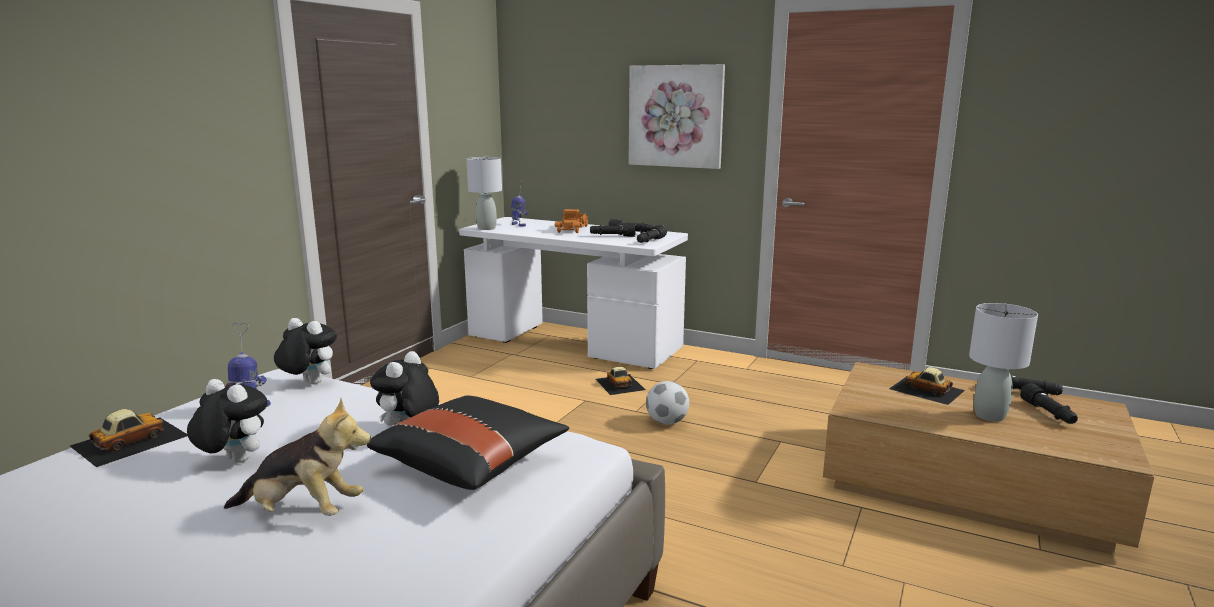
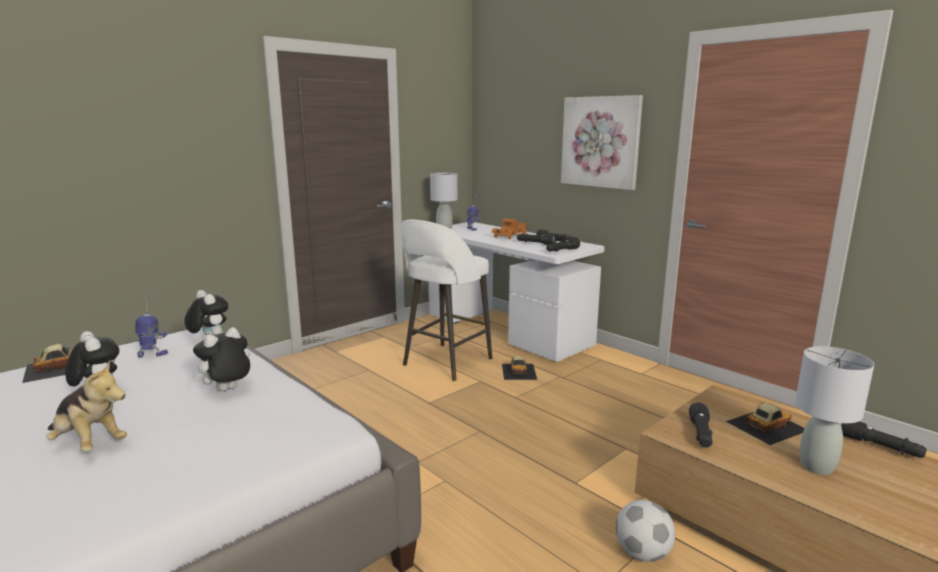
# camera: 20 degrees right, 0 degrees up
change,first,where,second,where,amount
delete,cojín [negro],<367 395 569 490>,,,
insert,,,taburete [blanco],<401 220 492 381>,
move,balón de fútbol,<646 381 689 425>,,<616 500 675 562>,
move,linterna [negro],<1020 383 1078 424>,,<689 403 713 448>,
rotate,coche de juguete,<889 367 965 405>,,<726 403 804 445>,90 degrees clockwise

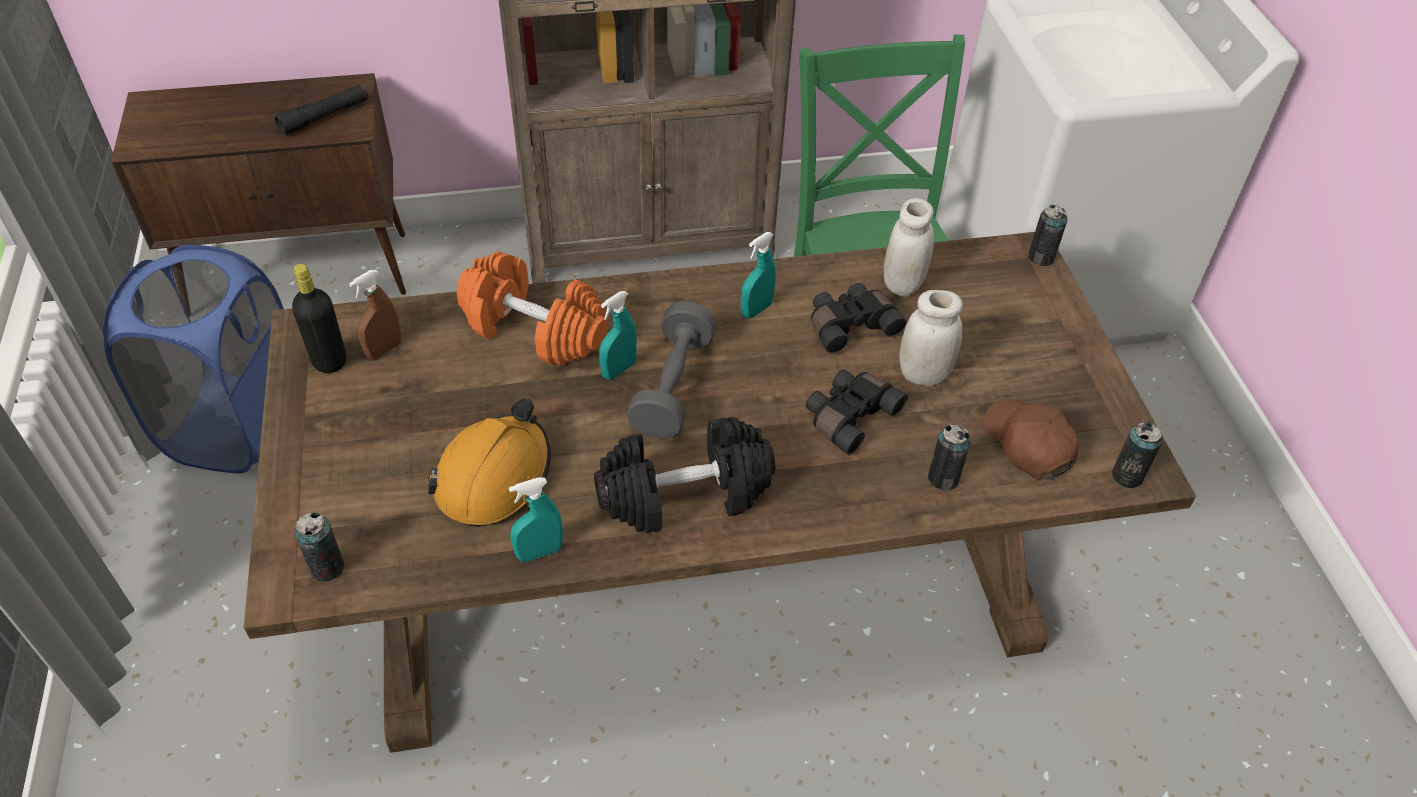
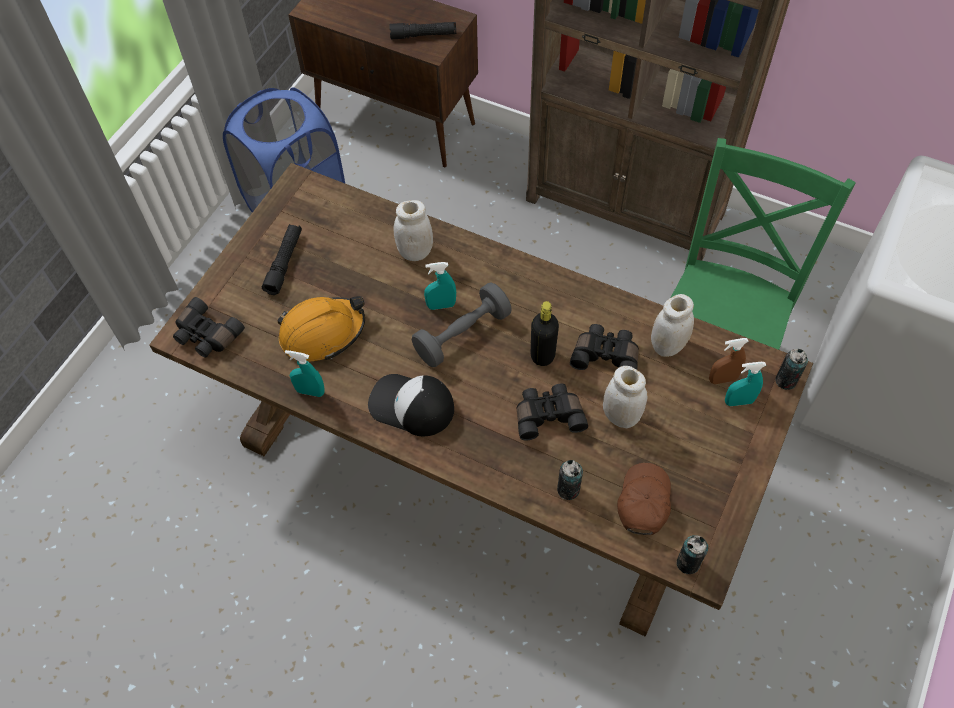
# camera: 40 degrees right, 10 degrees up
change,first,where,second,where,amount
insert,,,linterna [negro],<262 224 302 295>,
move,botella [negro],<292 264 347 373>,,<531 301 559 366>,
move,pulverizador [marrón],<349 270 401 359>,,<709 338 749 384>,
move,pulverizador [turquesa],<741 232 776 319>,,<725 362 766 406>,
replace,lata,<295 512 344 582>,prismáticos [negro],<173 297 245 358>,
replace,mancuerna [naranja],<457 252 608 366>,tarro [blanco],<393 200 433 261>,
replace,mancuerna [negro],<594 417 775 533>,gorra,<368 374 454 436>,

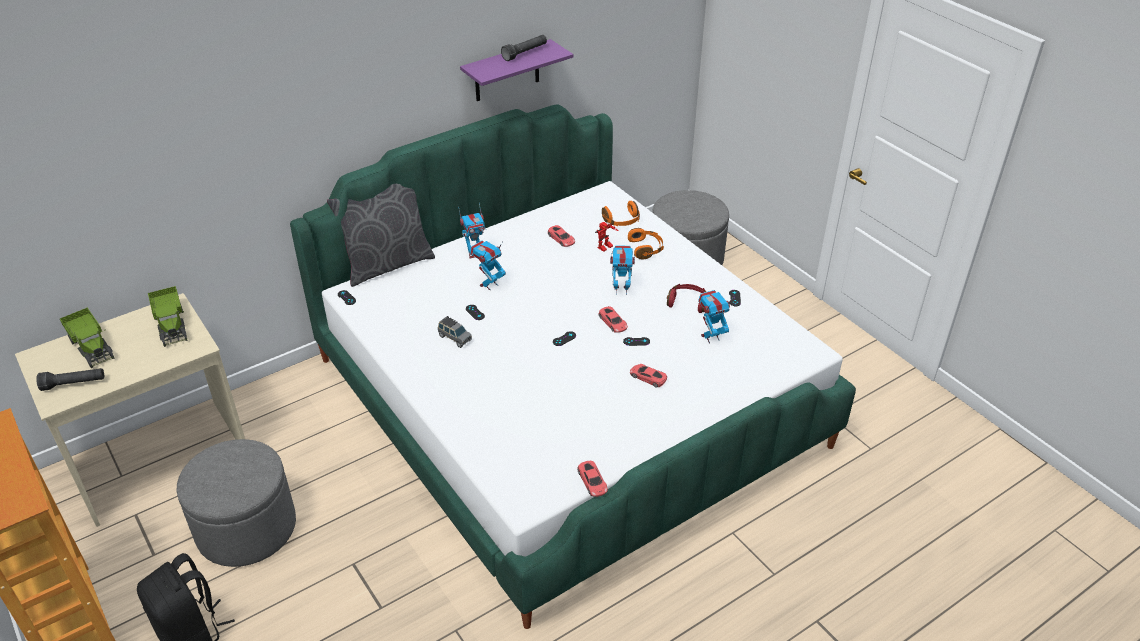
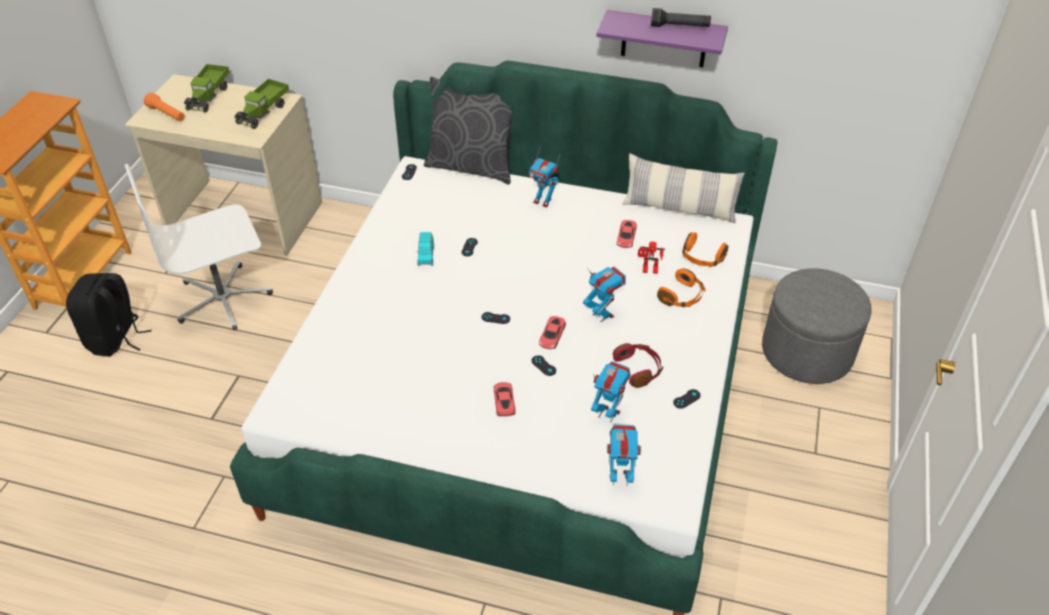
# camera: 50 degrees right, 5 degrees up
change,first,where,second,where,amount
delete,coche de juguete [rojo],<577 461 608 497>,,,
insert,,,cojín,<622 153 745 223>,
move,robot de juguete,<470 240 506 290>,,<607 424 641 486>,
replace,puf [gris],<177 439 296 567>,silla de oficina [blanco],<124 164 273 330>,
recolor,linterna [negro],<36 368 104 391>,linterna [naranja],<144 92 185 121>,
recolor,coche de juguete [gris],<438 316 472 348>,coche de juguete [turquesa],<417 232 434 266>,

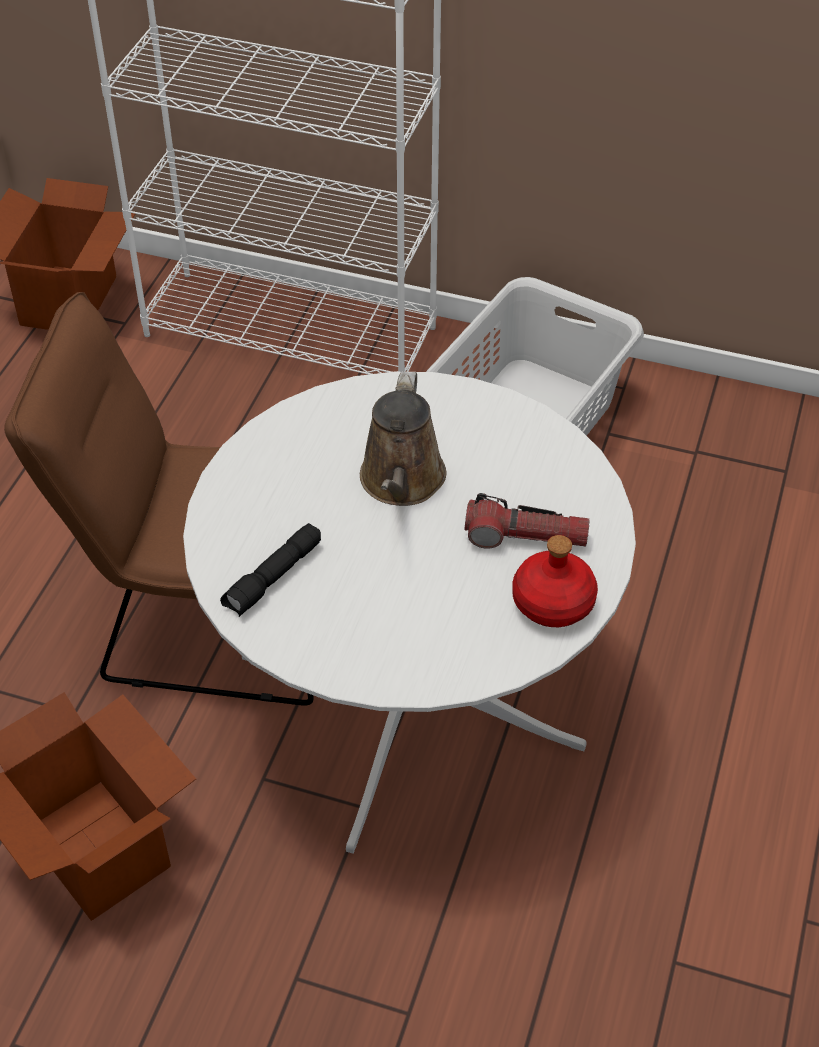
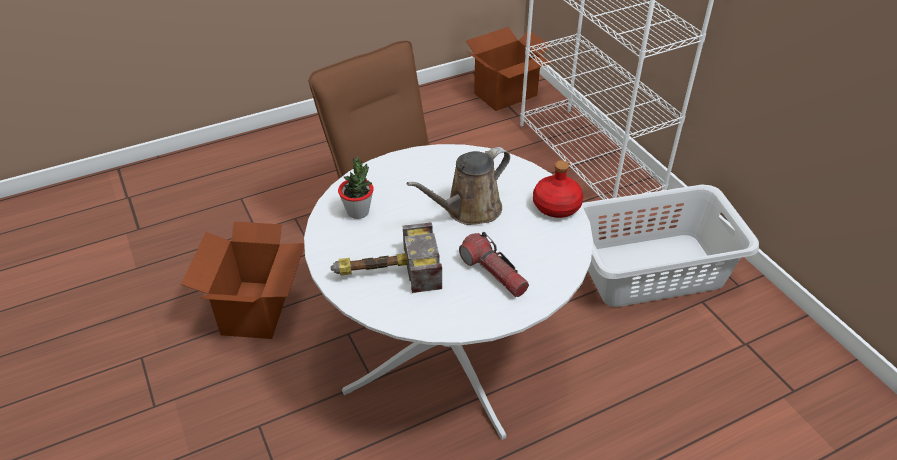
# camera: 45 degrees right, 5 degrees down
change,first,where,second,where,amount
insert,,,martillo,<331 222 442 293>,
move,botella [rojo],<513 535 598 627>,,<533 160 583 218>,
replace,linterna [negro],<220 523 321 617>,planta en maceta,<338 156 374 219>,

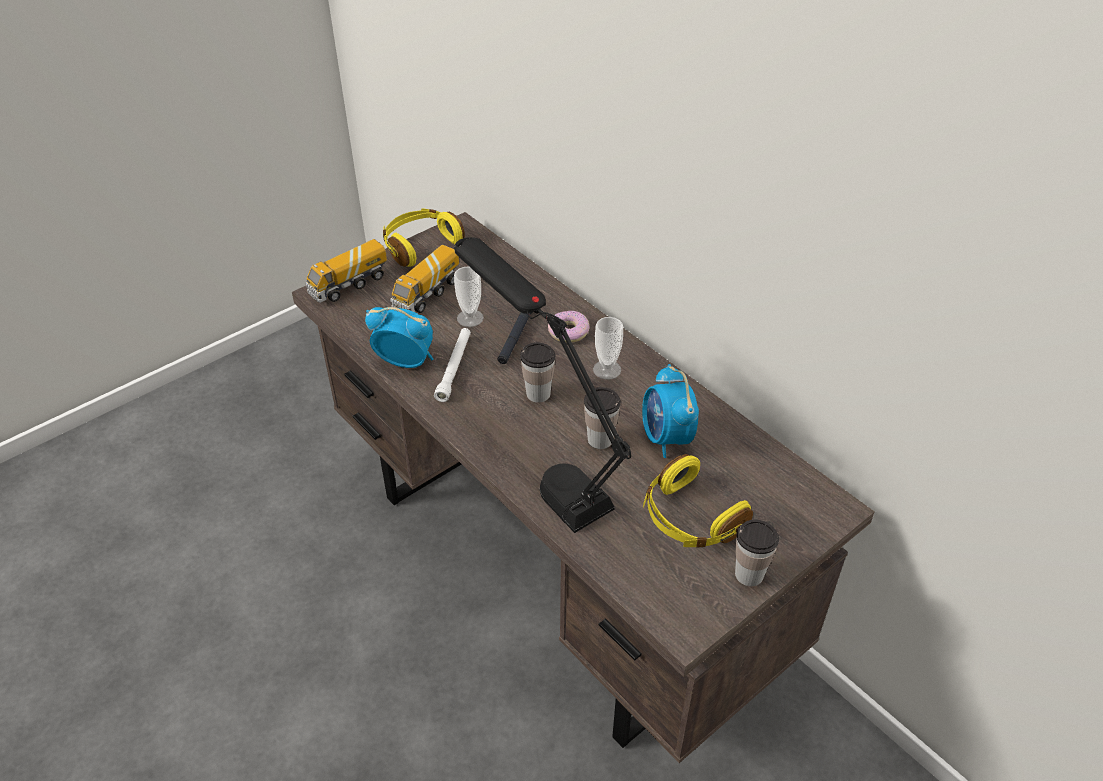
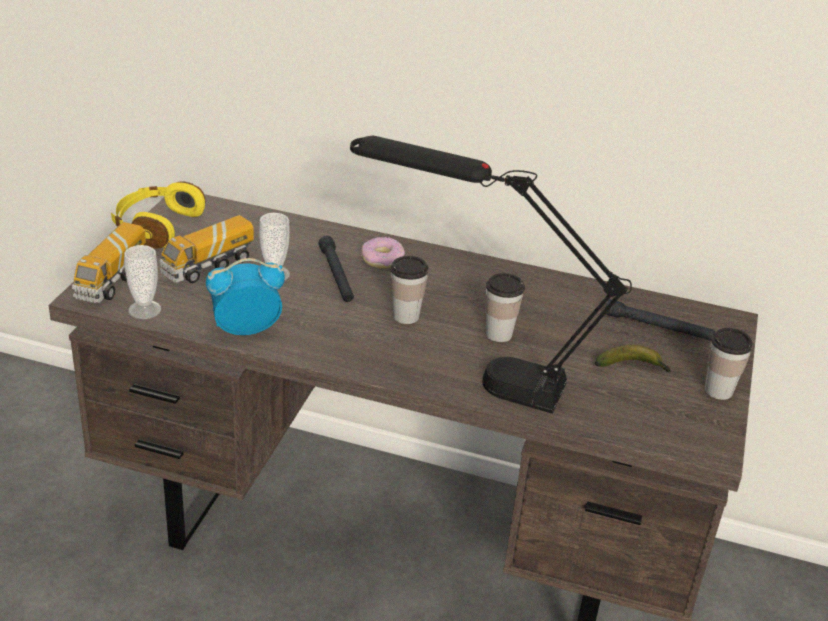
# camera: 35 degrees left, 10 degrees down
change,first,where,second,where,amount
delete,linterna [blanco],<434 328 471 402>,,,
delete,despertador,<642 364 699 458>,,,
insert,,,linterna [negro],<605 299 715 341>,
move,taza,<593 317 623 380>,,<124 245 161 319>,
replace,auriculares [amarillo],<643 454 753 548>,plátano,<595 345 671 372>,
rotate,camión de juguete,<390 245 459 313>,,<159 215 254 283>,45 degrees clockwise

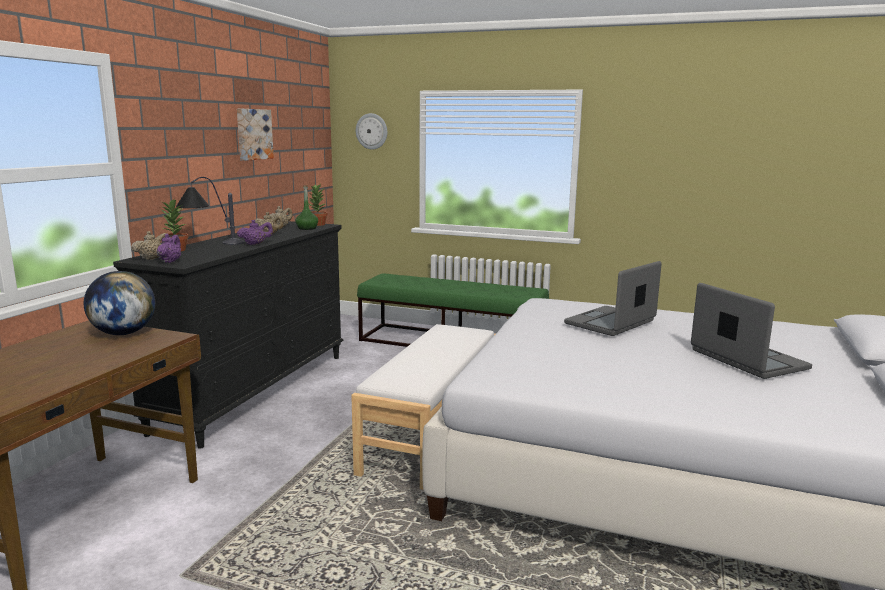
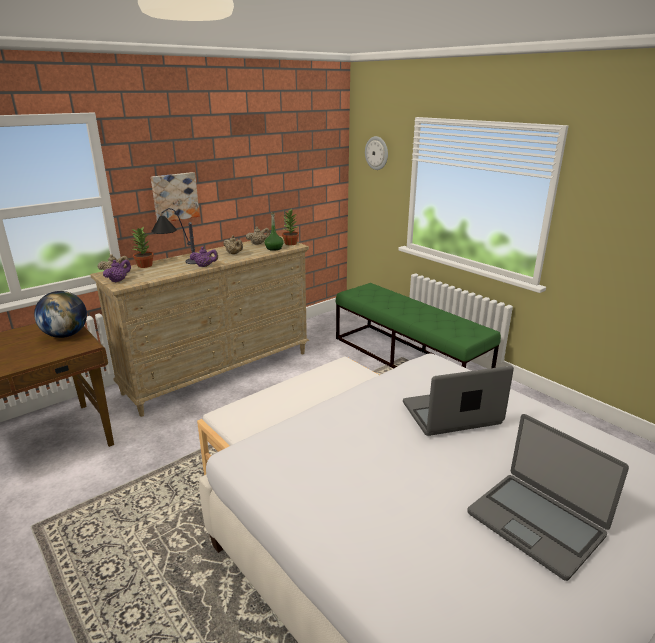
# camera: 30 degrees right, 10 degrees up
change,first,where,second,where,amount
move,cuadro,<237 109 274 161>,,<151 172 200 221>,
recolor,cómoda [negro],<113 221 344 449>,cómoda [beis],<90 236 309 417>,
rotate,portátil,<691 283 812 379>,,<467 414 629 581>,135 degrees clockwise

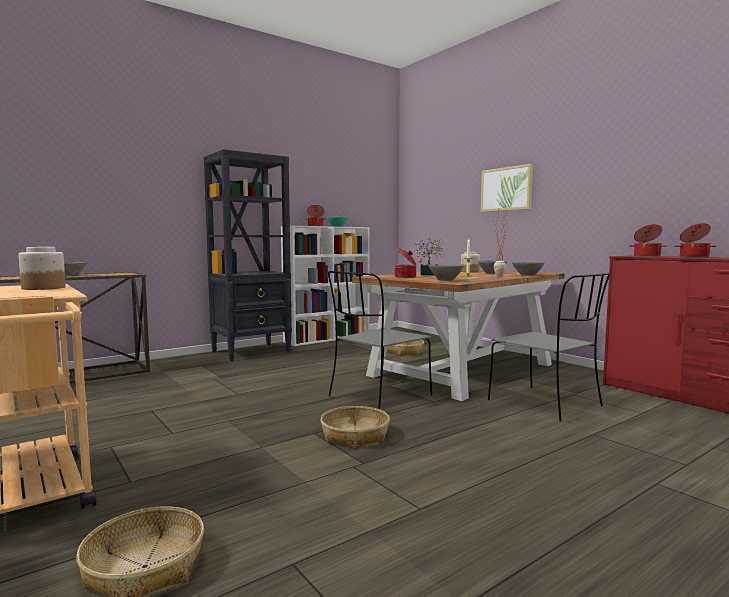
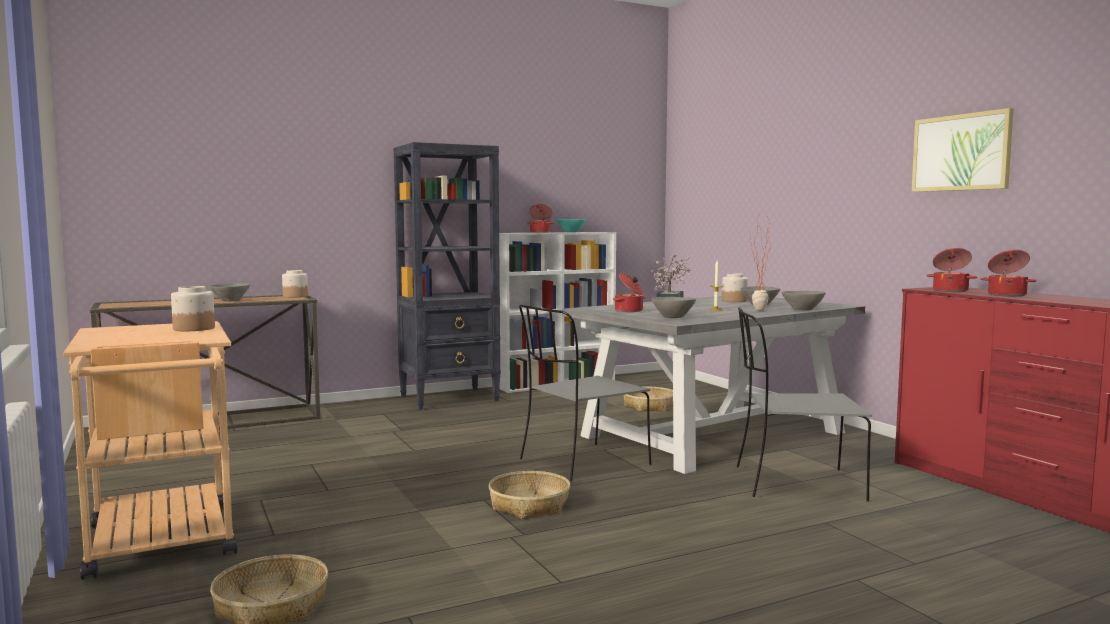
# camera: 10 degrees right, 0 degrees up
change,first,where,second,where,amount
insert,,,tarro,<282 270 308 298>,
move,cuadro,<481 164 533 212>,,<912 108 1014 192>,
recolor,mesa de comedor [marrón],<352 269 565 401>,mesa de comedor [gris],<562 296 865 474>,
rotate,silla [gris],<488 273 610 422>,,<737 307 872 502>,120 degrees clockwise

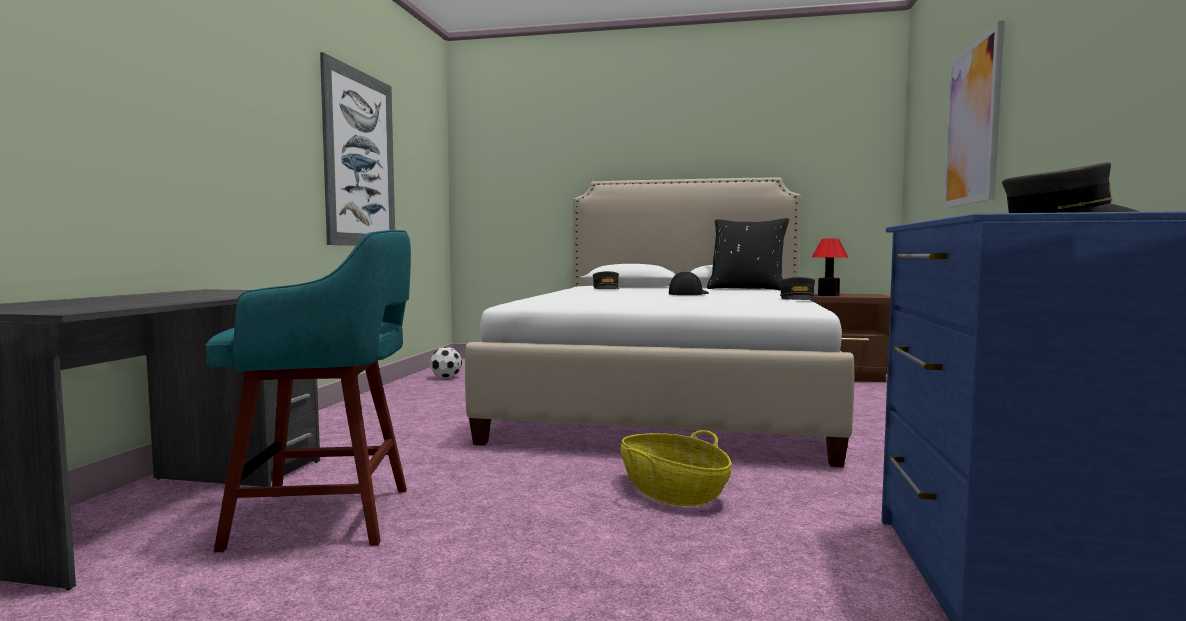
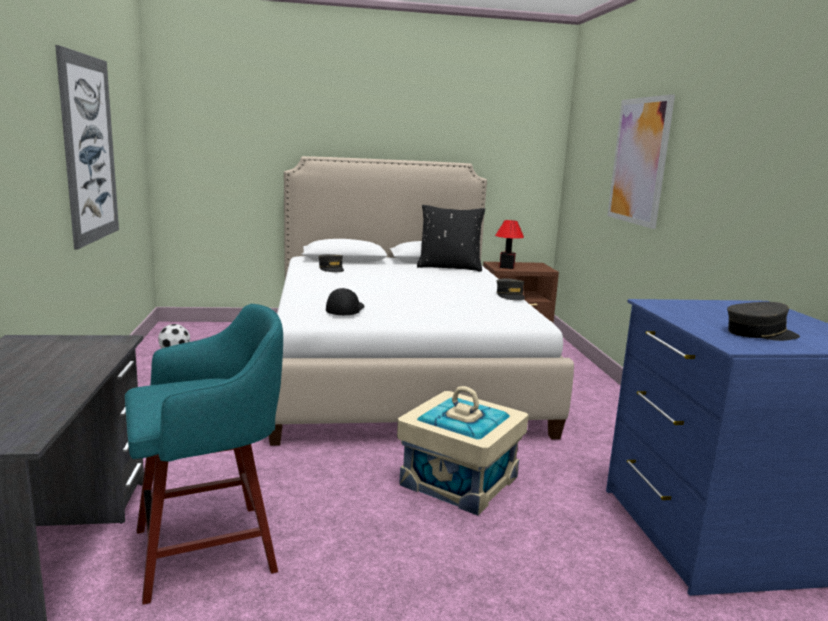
# camera: 20 degrees left, 10 degrees up
change,first,where,second,where,amount
move,gorra,<669 271 709 295>,,<326 288 365 315>,
replace,cesta,<621 430 731 506>,caja de almacenaje [beis],<397 386 529 515>,

